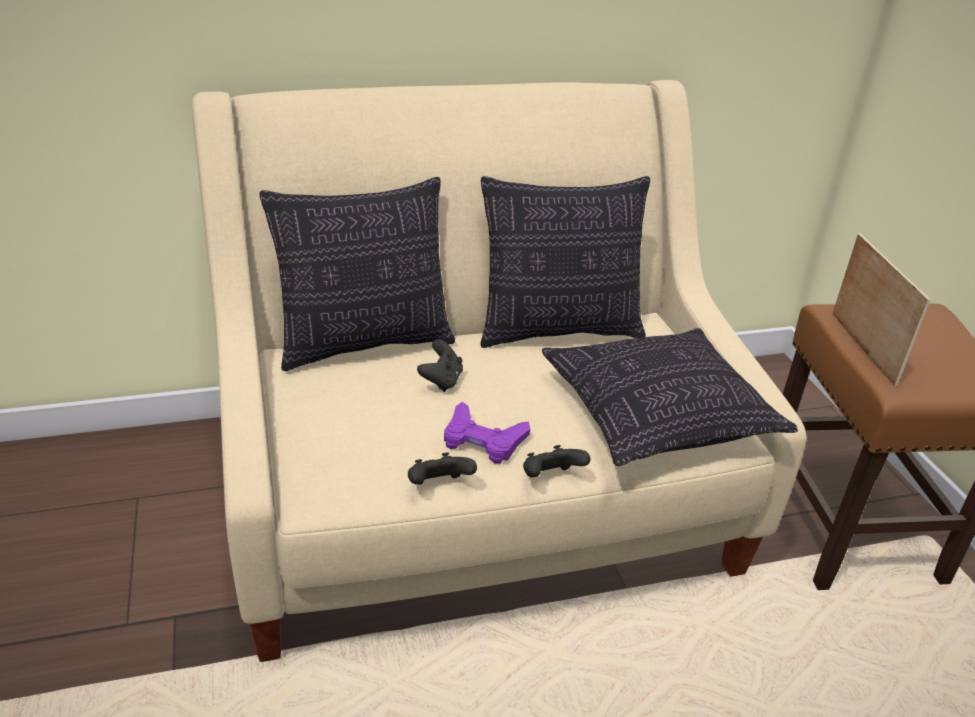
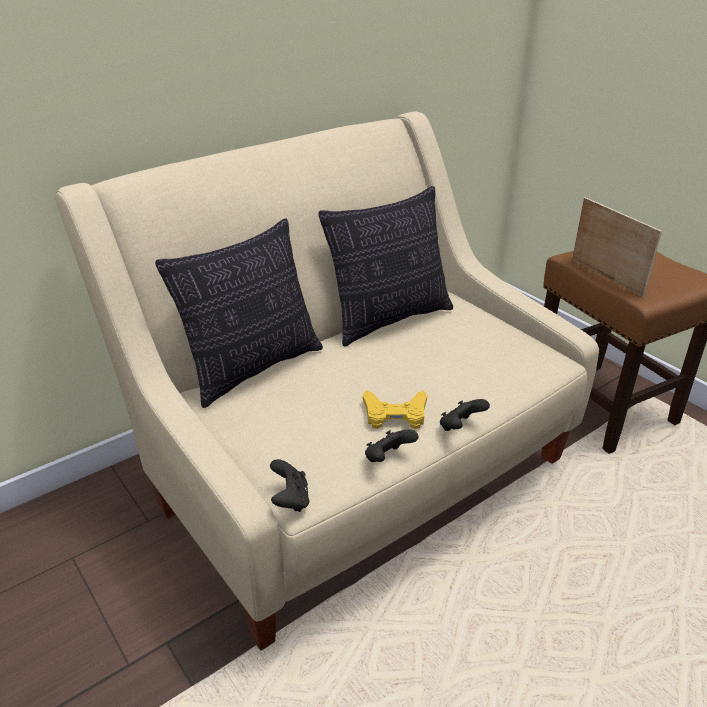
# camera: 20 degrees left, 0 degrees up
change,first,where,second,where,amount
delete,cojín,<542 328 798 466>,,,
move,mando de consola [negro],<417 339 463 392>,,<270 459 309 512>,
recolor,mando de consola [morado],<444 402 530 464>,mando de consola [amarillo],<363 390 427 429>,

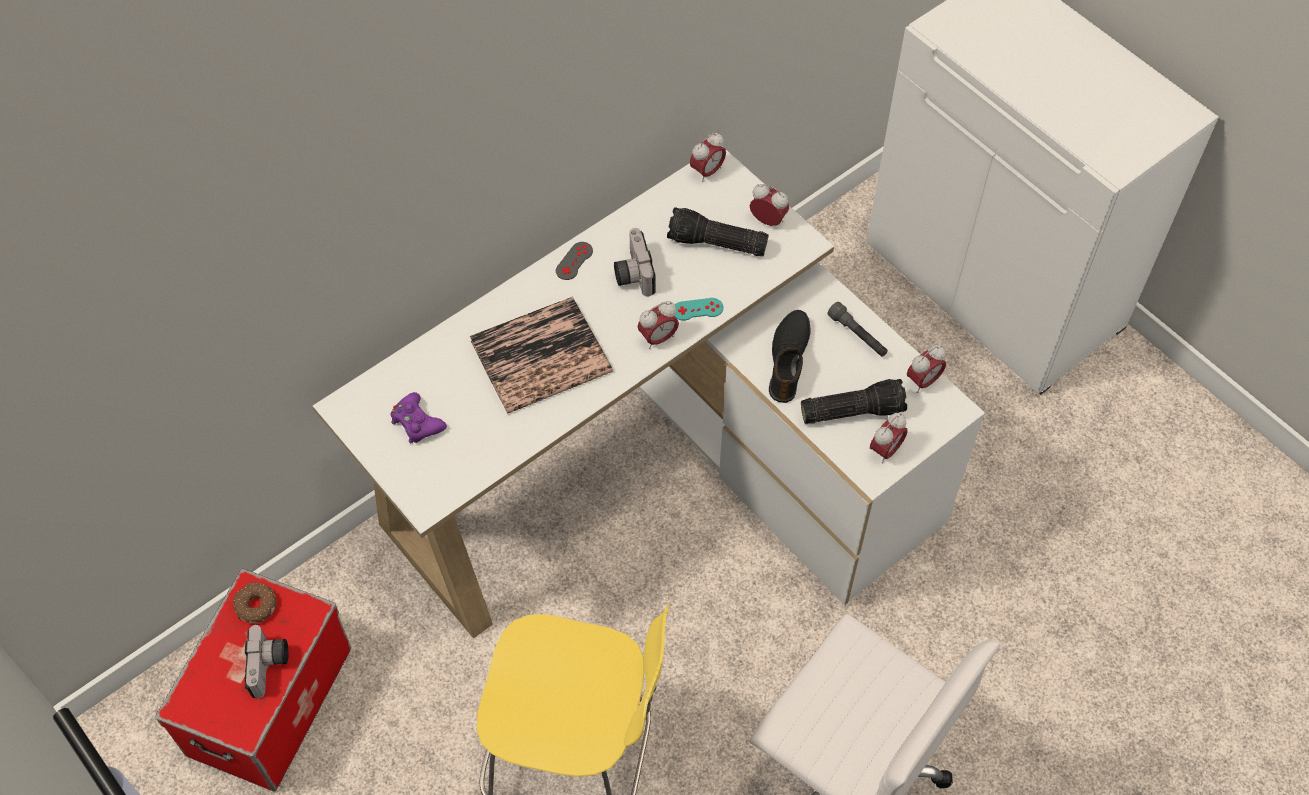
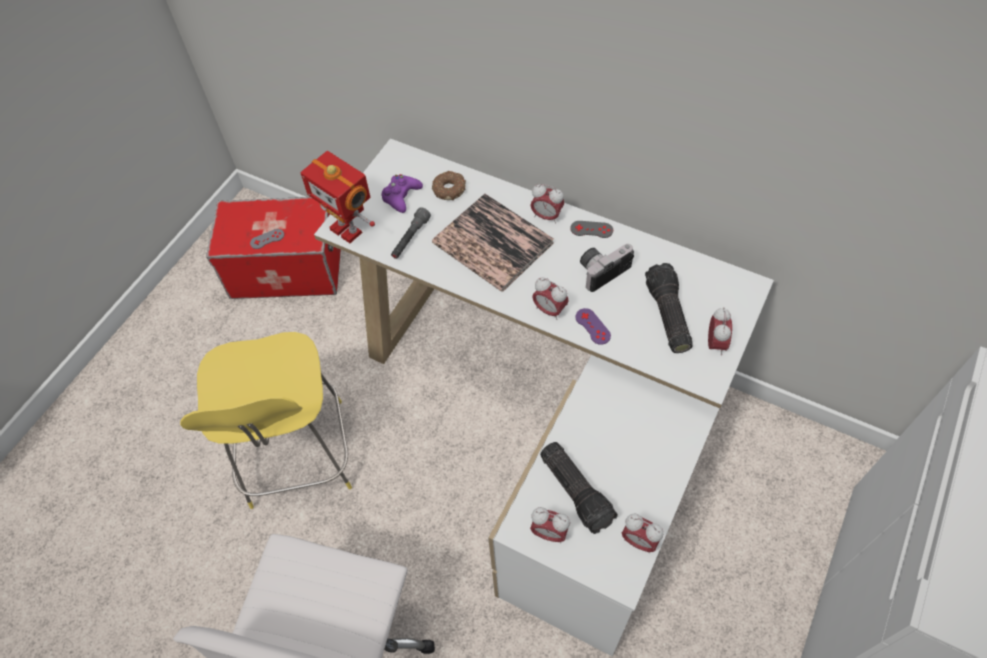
# camera: 70 degrees right, 0 degrees up
change,first,where,second,where,amount
delete,zapato [negro],<769 310 810 403>,,,
insert,,,robot de juguete,<300 151 375 243>,
move,rosquilla,<233 582 276 623>,,<432 171 466 200>,
move,despertador,<690 132 726 182>,,<530 184 564 223>,
move,linterna [gris],<828 302 888 357>,,<391 207 431 259>,
replace,cámara,<245 625 289 699>,mando de consola [gris],<250 229 284 249>,
recolor,mando de consola [turquesa],<675 298 723 321>,mando de consola [morado],<575 308 611 345>,

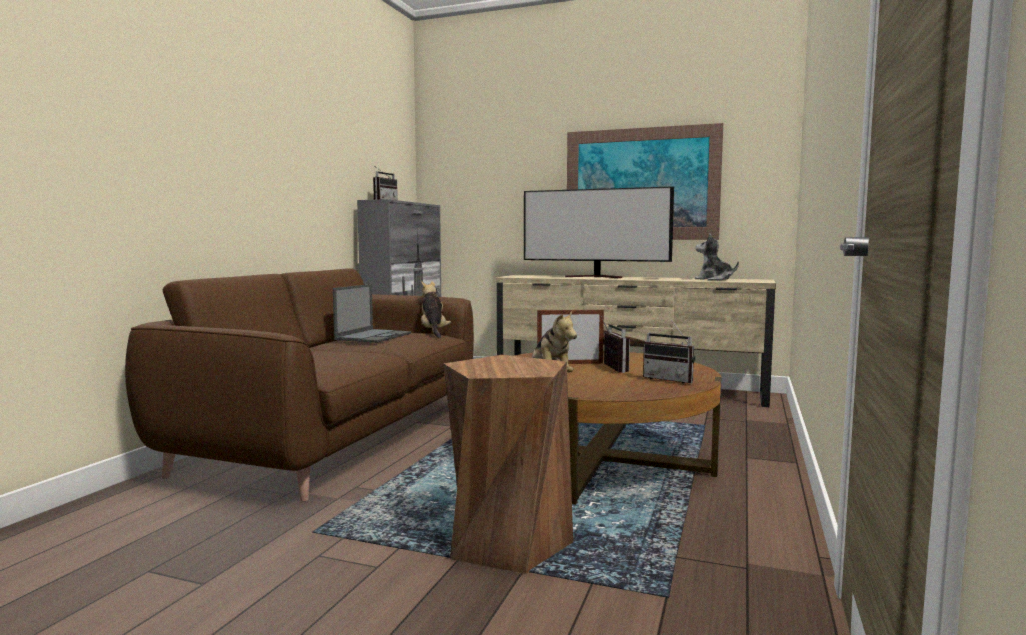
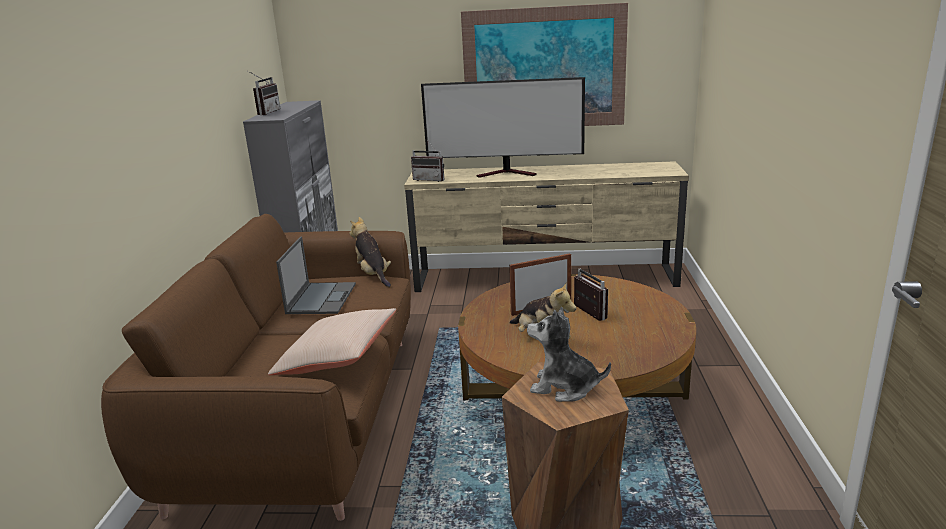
# camera: 15 degrees left, 15 degrees up
change,first,where,second,where,amount
insert,,,cojín [beis],<268 308 396 375>,
move,radio,<643 320 695 384>,,<411 141 444 182>,
move,peluche,<695 233 739 280>,,<527 307 611 402>,

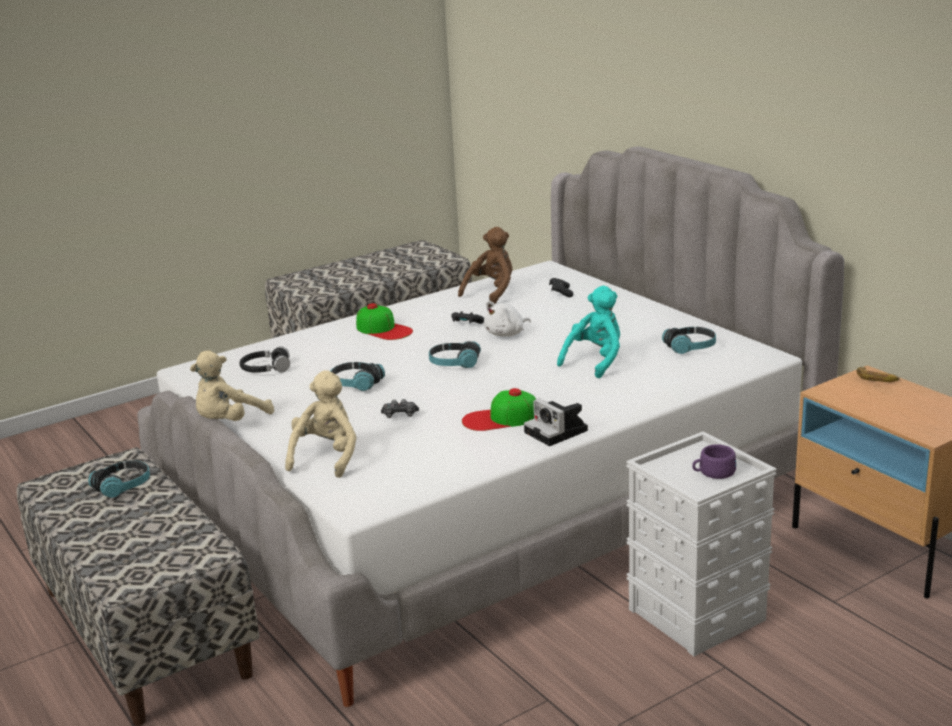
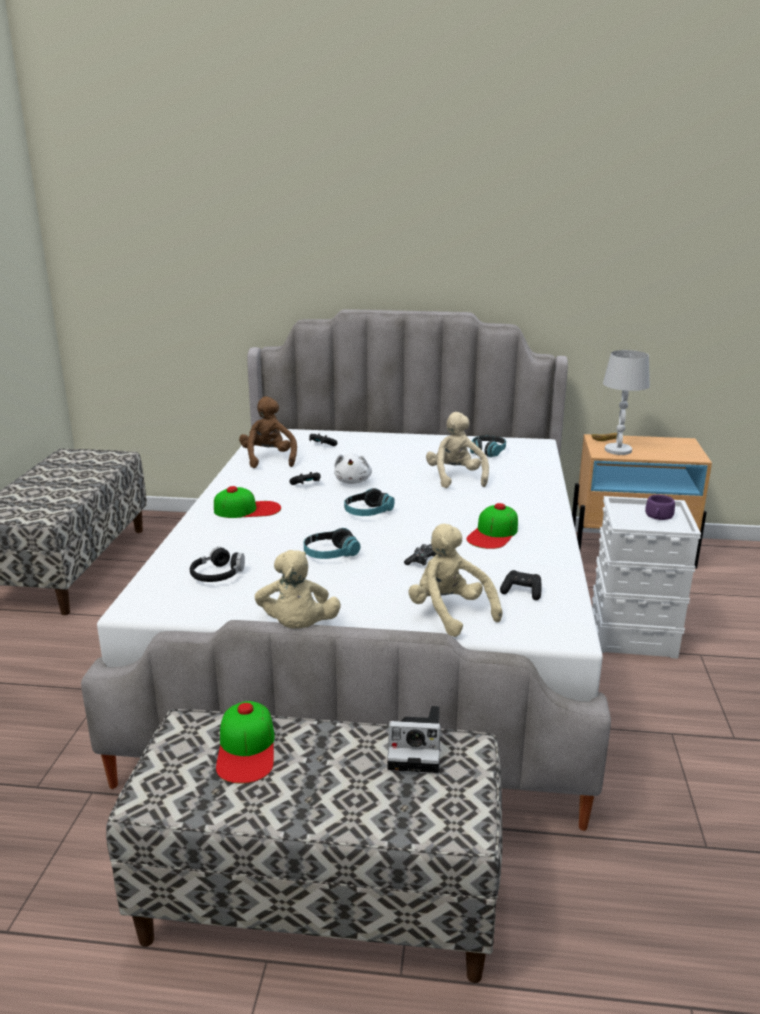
# camera: 50 degrees left, 0 degrees up
change,first,where,second,where,amount
insert,,,mando de consola [negro],<500 570 542 600>,
insert,,,lámpara de mesa [blanco],<603 350 650 455>,
move,cámara,<524 399 588 446>,,<387 706 440 773>,
replace,auriculares,<88 460 150 498>,gorra,<216 701 275 784>,
recolor,peluche [turquesa],<557 286 620 378>,peluche [beis],<426 412 489 488>,

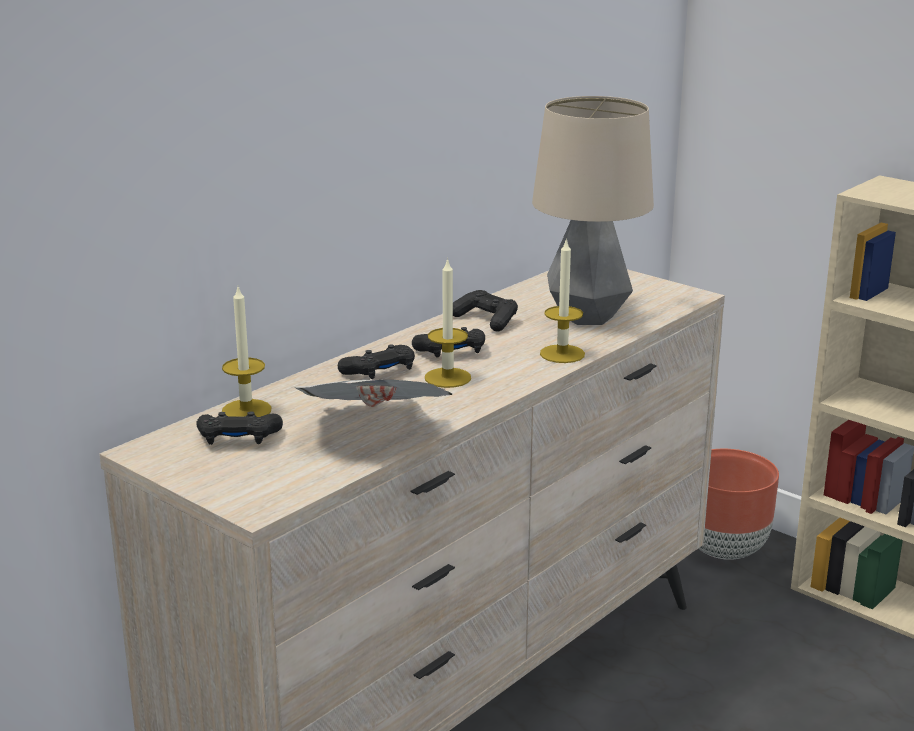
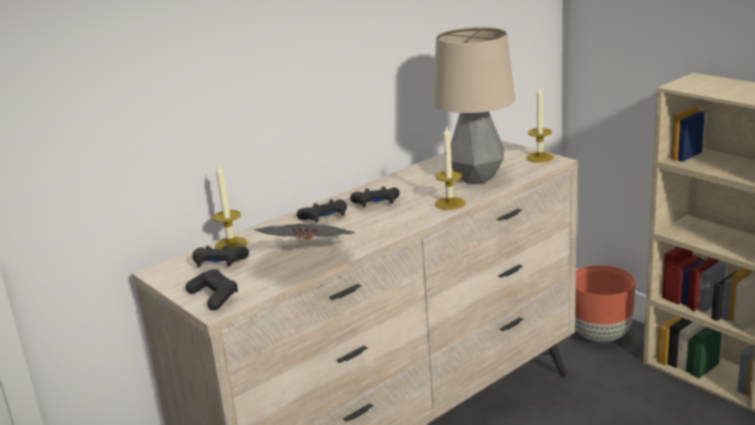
# camera: 10 degrees right, 0 degrees up
change,first,where,second,where,amount
move,vela,<425 258 471 388>,,<526 86 554 163>,
move,mando de consola [negro],<453 290 518 332>,,<185 269 238 310>,

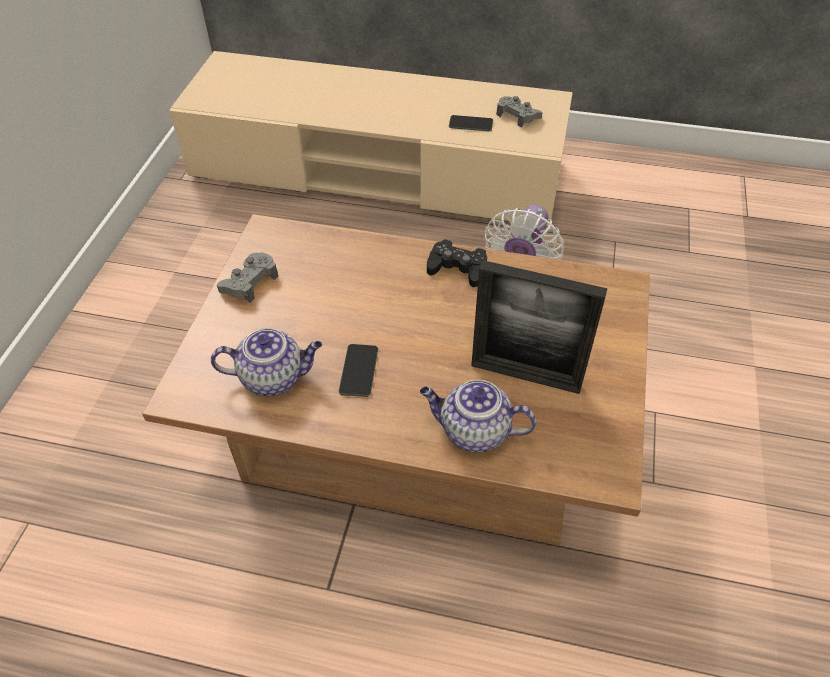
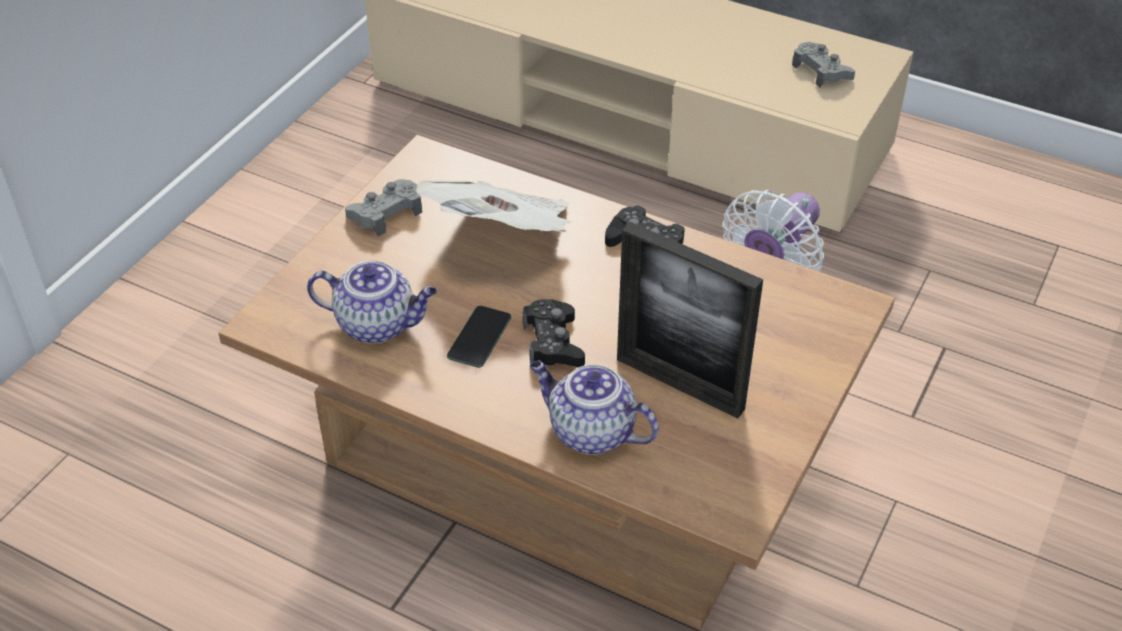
# camera: 15 degrees right, 5 degrees down
change,first,where,second,where,amount
delete,móvil,<449 115 493 131>,,,
insert,,,periódico,<416 180 571 232>,
insert,,,mando de consola [negro],<523 299 585 367>,

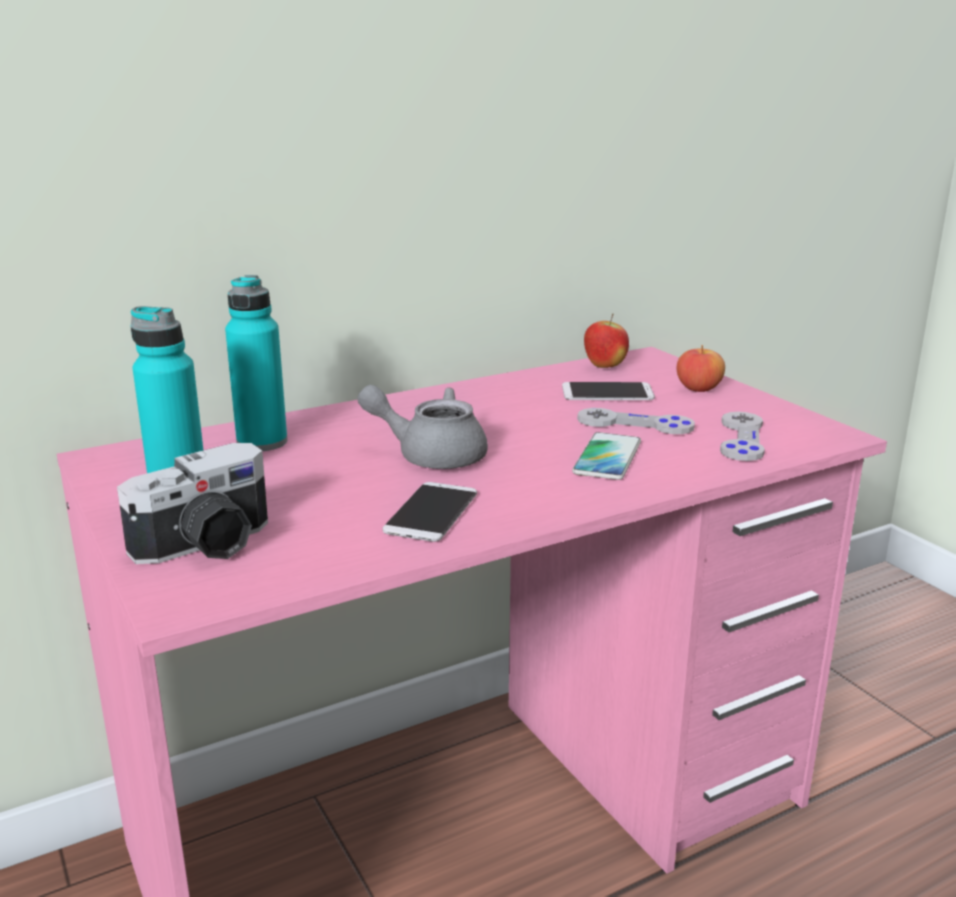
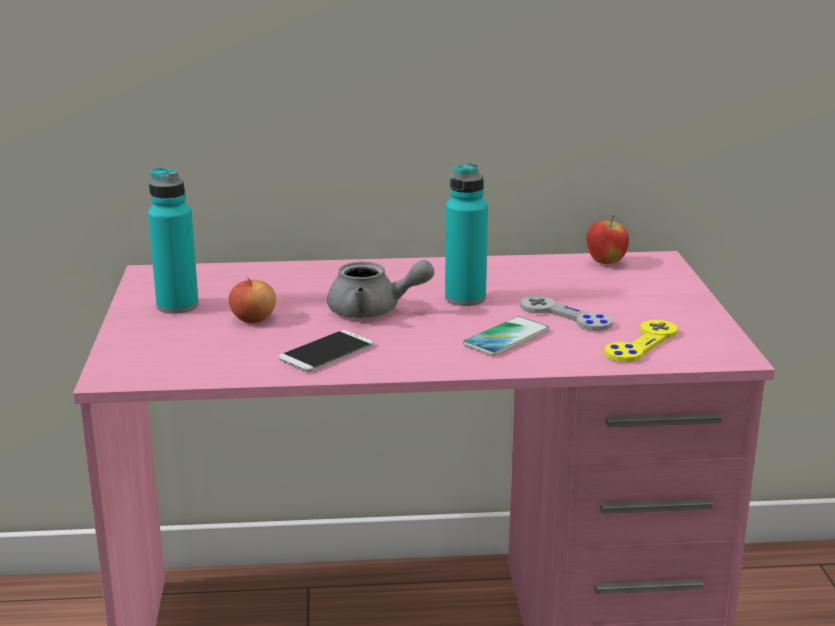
# camera: 25 degrees right, 0 degrees up
change,first,where,second,where,amount
delete,cámara,<117 443 268 564>,,,
delete,móvil,<562 382 655 400>,,,
move,botella [turquesa],<225 275 287 451>,,<445 163 488 306>,
move,manzana,<677 345 725 392>,,<229 277 276 323>,
recolor,mando de consola [gris],<720 412 765 461>,mando de consola [amarillo],<604 320 678 362>,
rotate,tetera [gris],<357 385 488 469>,,<327 260 434 318>,150 degrees clockwise

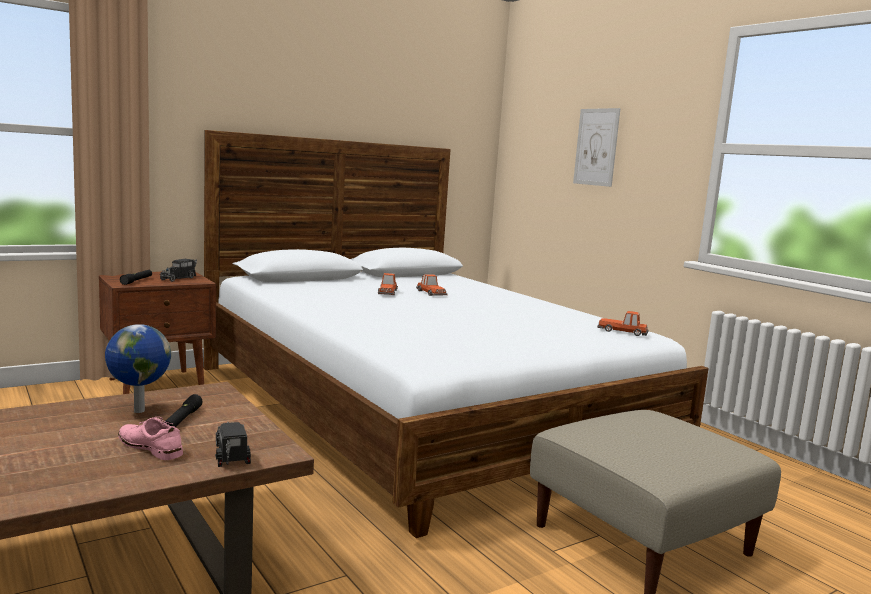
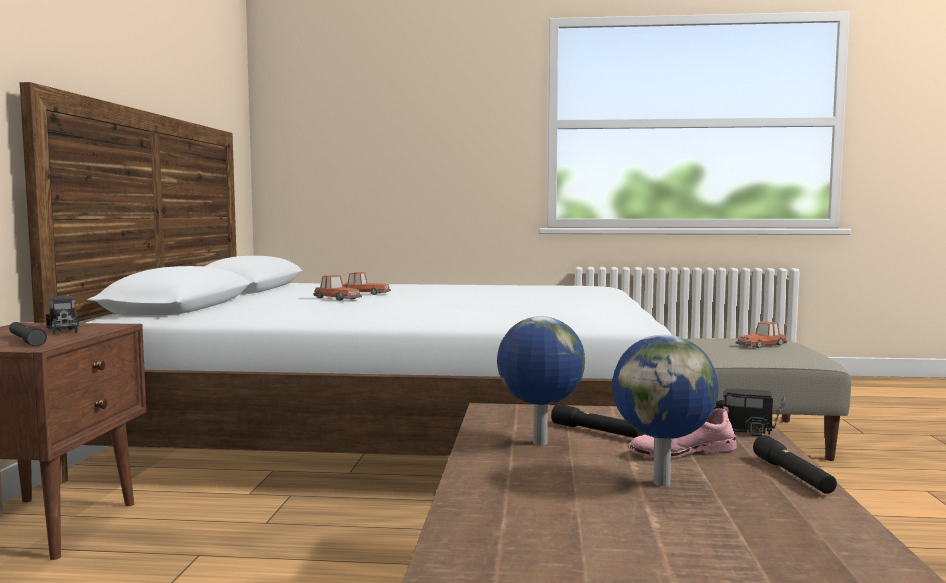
# camera: 50 degrees left, 5 degrees down
change,first,where,second,where,amount
delete,cuadro,<573 108 621 187>,,,
insert,,,globo terráqueo,<612 335 719 486>,
insert,,,linterna [negro],<753 435 837 494>,
move,coche de juguete,<597 311 648 336>,,<736 321 787 348>,

